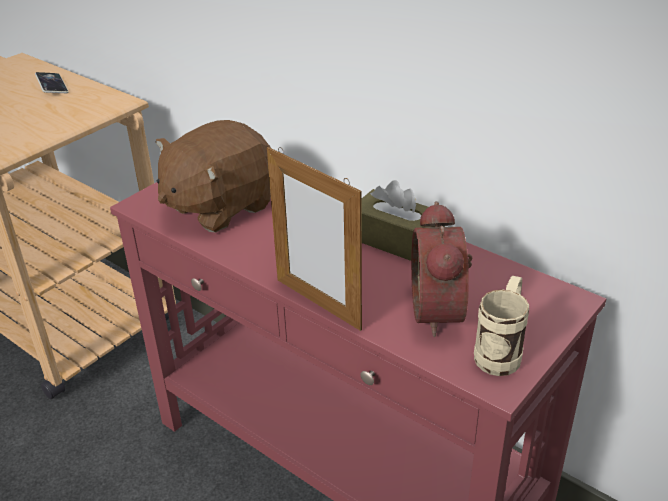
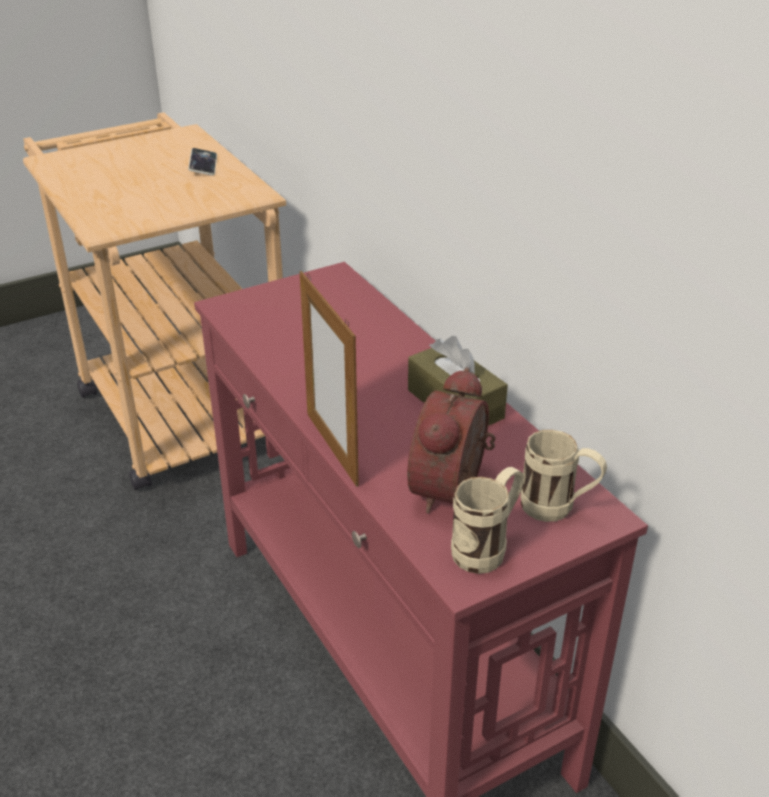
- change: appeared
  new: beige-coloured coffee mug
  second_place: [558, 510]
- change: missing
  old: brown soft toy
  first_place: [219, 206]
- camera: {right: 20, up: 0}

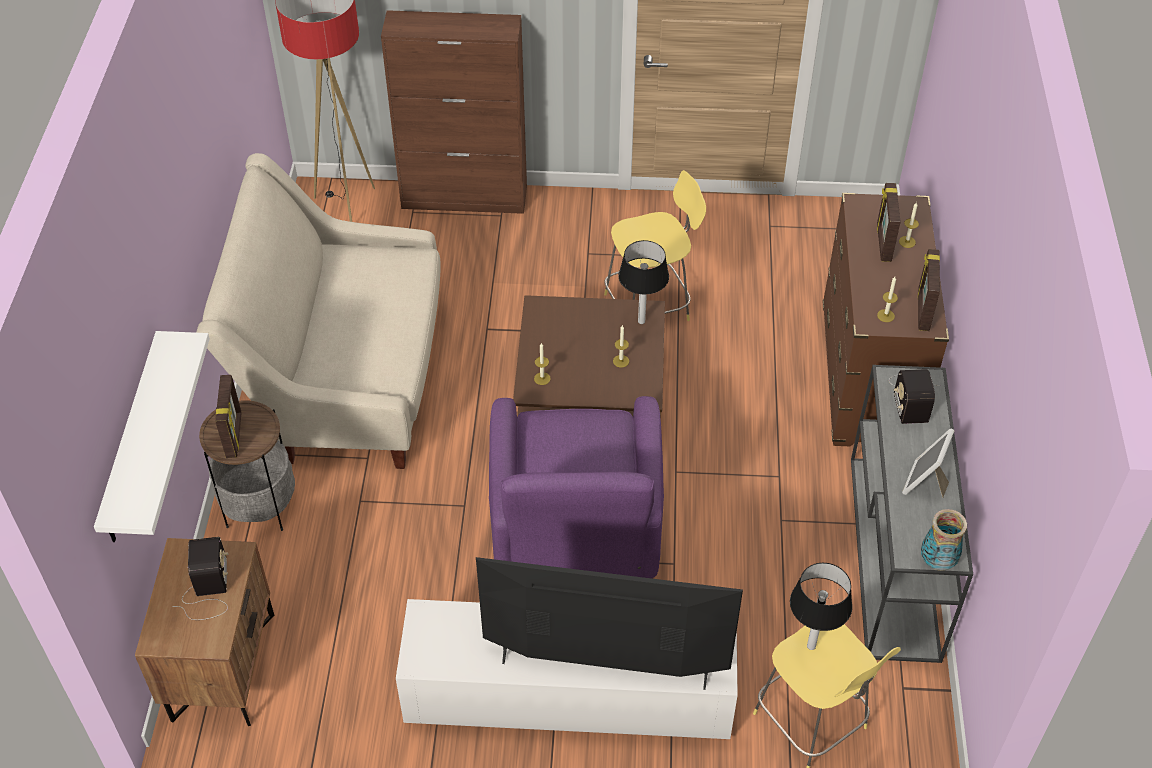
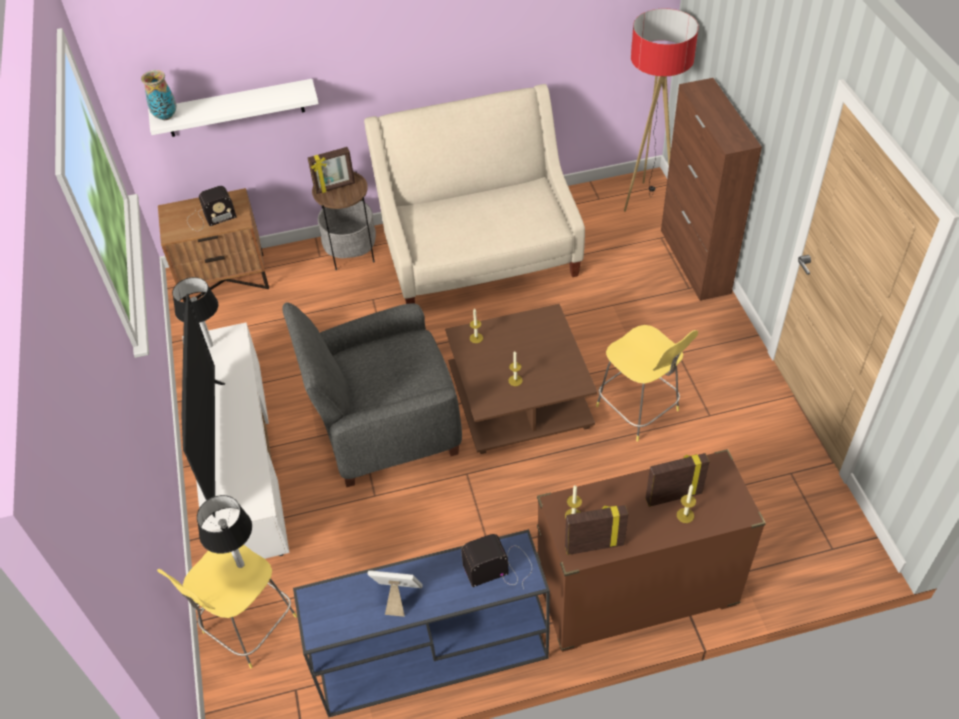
- change: relocated
  old: decorative vase
  first_place: [937, 562]
  second_place: [165, 117]
- change: relocated
  old: table lamp
  first_place: [641, 321]
  second_place: [209, 345]
- change: colour
  old: purple-coloured armchair
  new: grey armchair
  first_place: [575, 532]
  second_place: [384, 425]
- change: colour
  old: grey hall table
  new: blue-coloured hall table
  first_place: [894, 558]
  second_place: [430, 657]
- camera: {right: 75, up: 0}

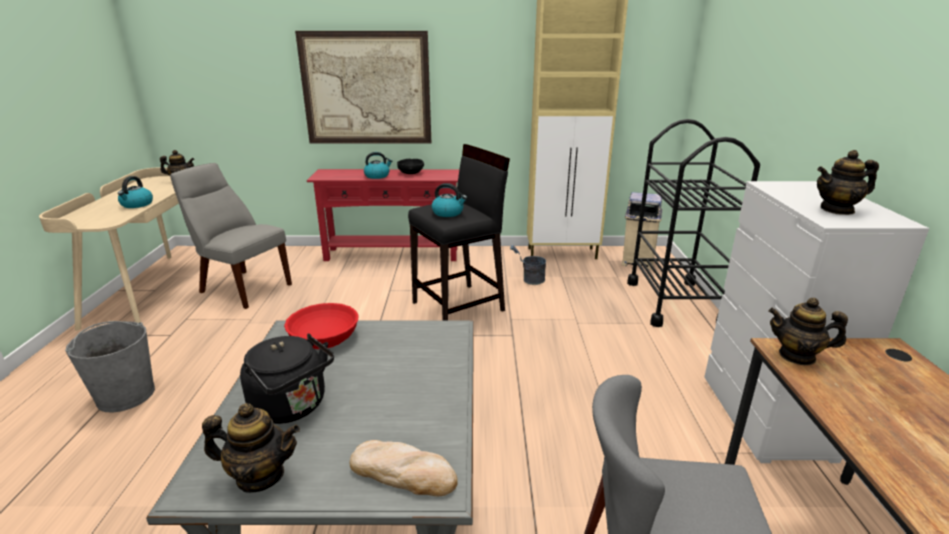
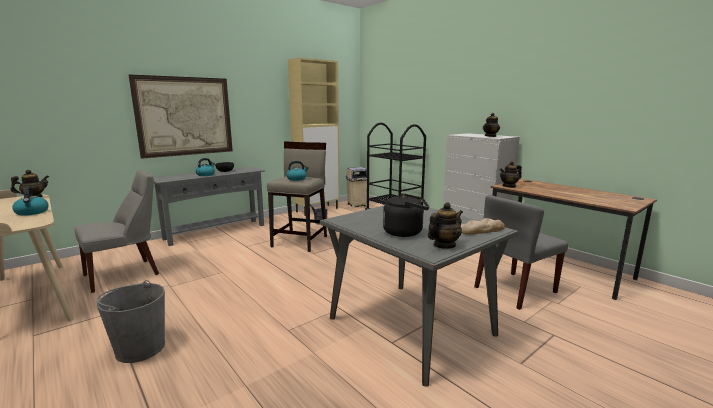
- change: spun
  old: grey upright chair
  first_place: [242, 287]
  second_place: [125, 274]
  degrees: 150
- change: colour
  old: red hall table
  new: grey hall table
  first_place: [392, 254]
  second_place: [215, 232]
- change: colour
  old: blackish stool seat
  new: beige-coloured stool seat
  first_place: [459, 306]
  second_place: [300, 241]
- change: missing
  old: red deep dish
  first_place: [324, 337]
- camera: {right: -40, up: -10}

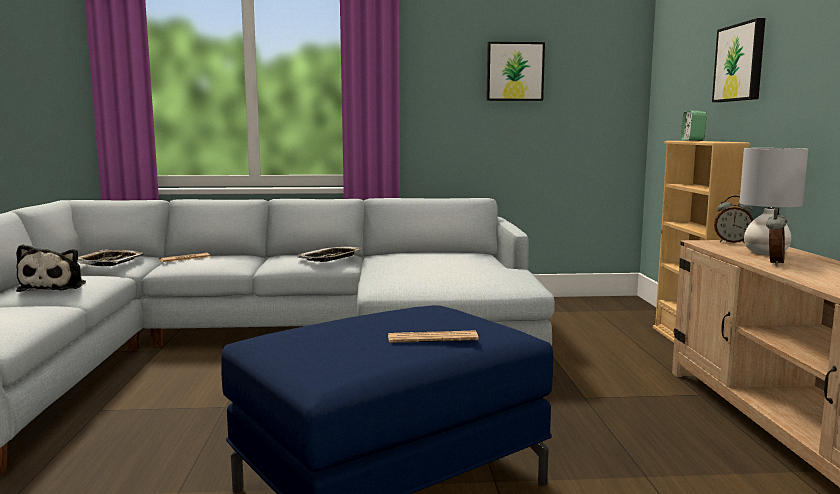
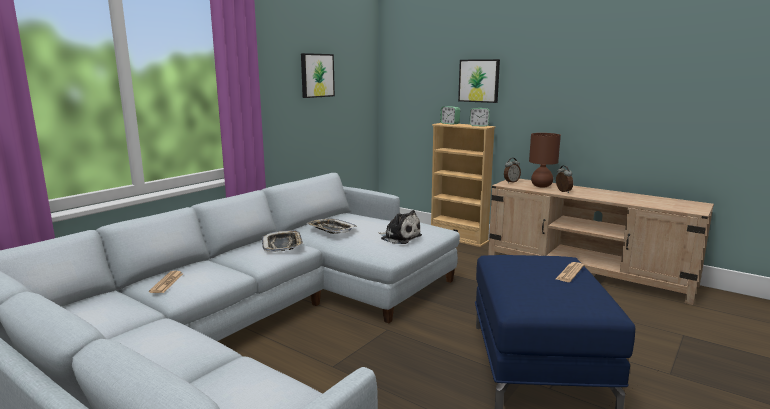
- change: relocated
  old: serving tray
  first_place: [110, 262]
  second_place: [331, 229]
- change: relocated
  old: soft toy
  first_place: [55, 287]
  second_place: [399, 237]
- change: appeared
  new: alarm clock
  second_place: [479, 125]
- change: colour
  old: grey table lamp
  new: brown table lamp
  first_place: [766, 253]
  second_place: [541, 186]
- camera: {right: -50, up: 5}

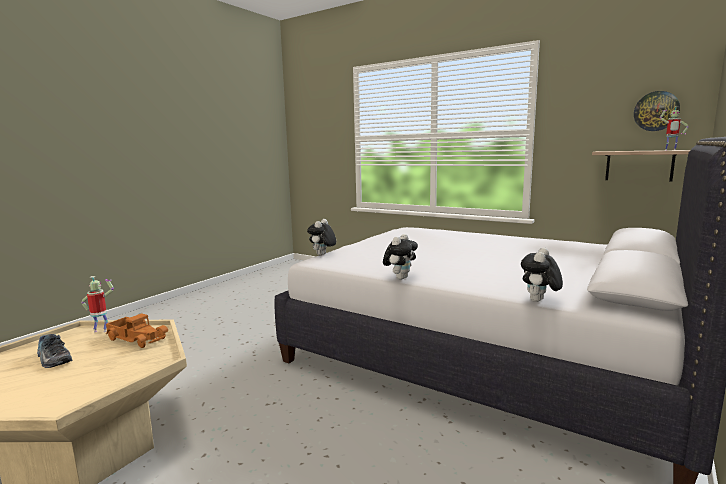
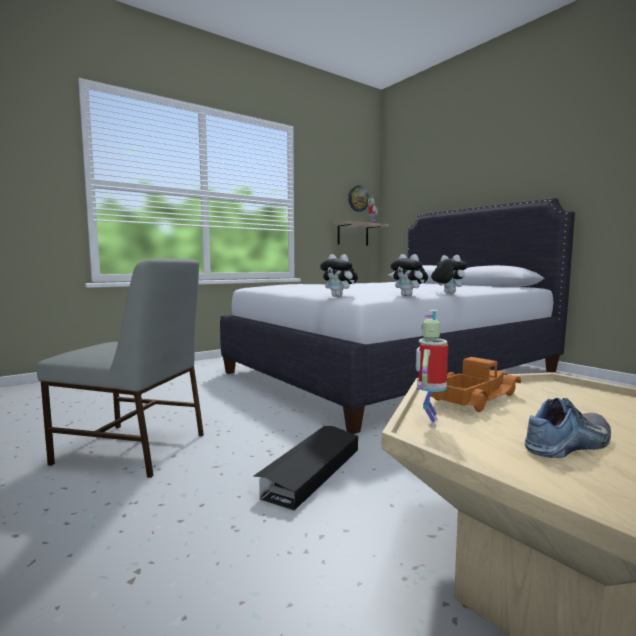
- change: appeared
  new: grey upright chair
  second_place: [133, 449]
- change: appeared
  new: blackish storage box
  second_place: [310, 471]
- change: relocated
  old: soft toy
  first_place: [539, 301]
  second_place: [409, 296]
- camera: {right: -70, up: -5}

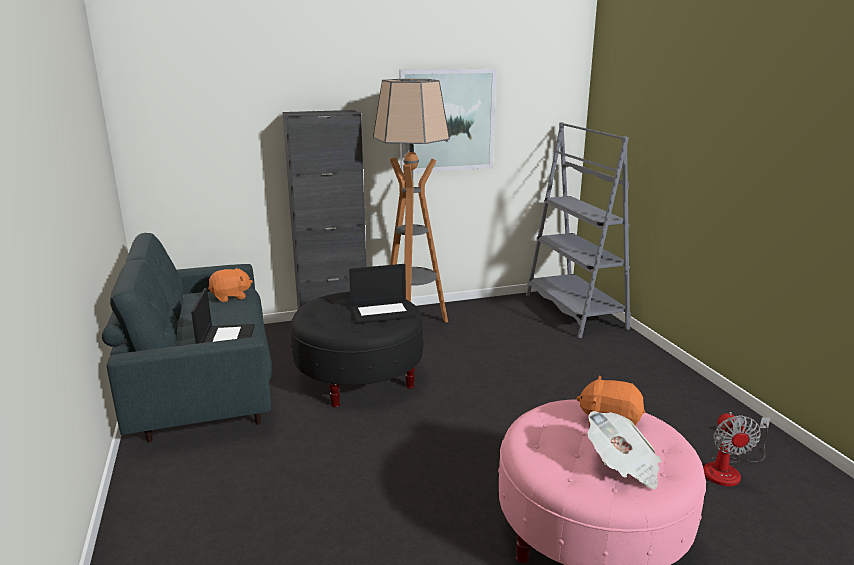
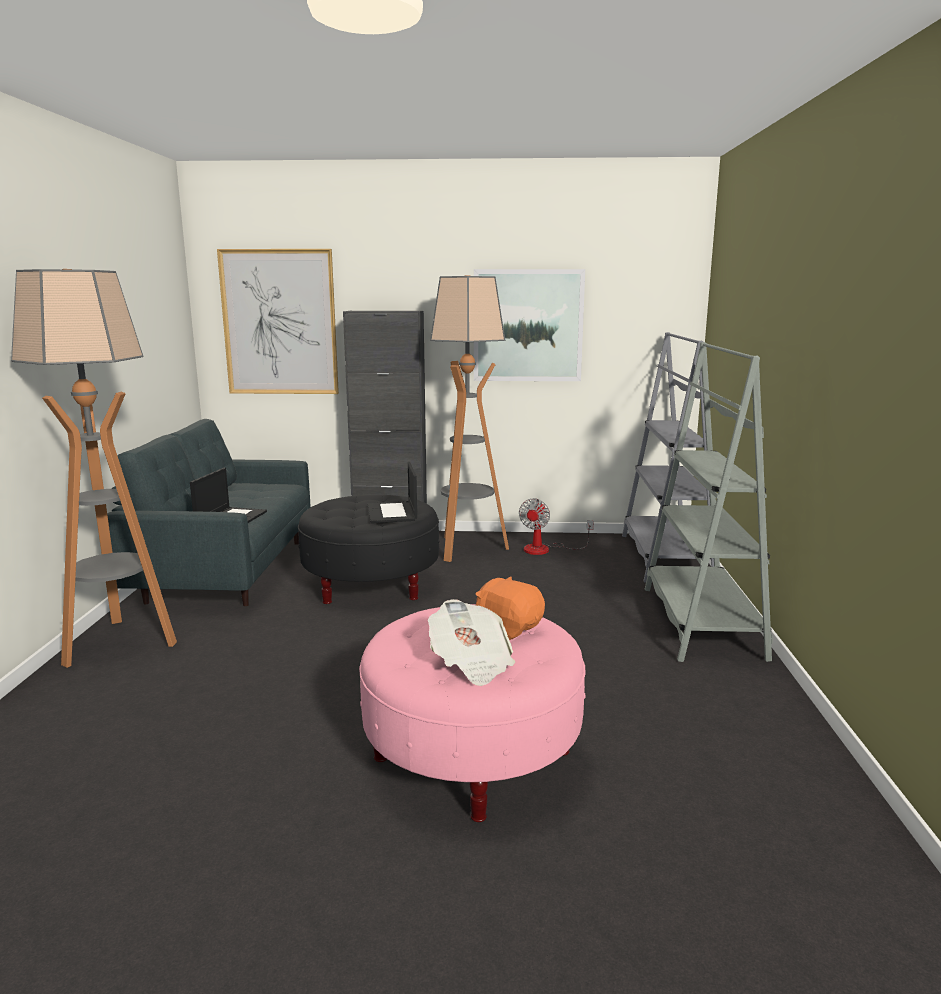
- change: appeared
  new: standard lamp
  second_place: [119, 643]
- change: appeared
  new: picture
  second_place: [279, 323]
- change: spun
  old: notebook computer
  first_place: [383, 312]
  second_place: [392, 513]
  degrees: 75
- change: relocated
  old: electric fan
  first_place: [729, 470]
  second_place: [545, 549]
- change: appeared
  new: grey bookcase
  second_place: [701, 622]
- change: missing
  old: orange soft toy
  first_place: [231, 297]
- camera: {right: 20, up: -5}

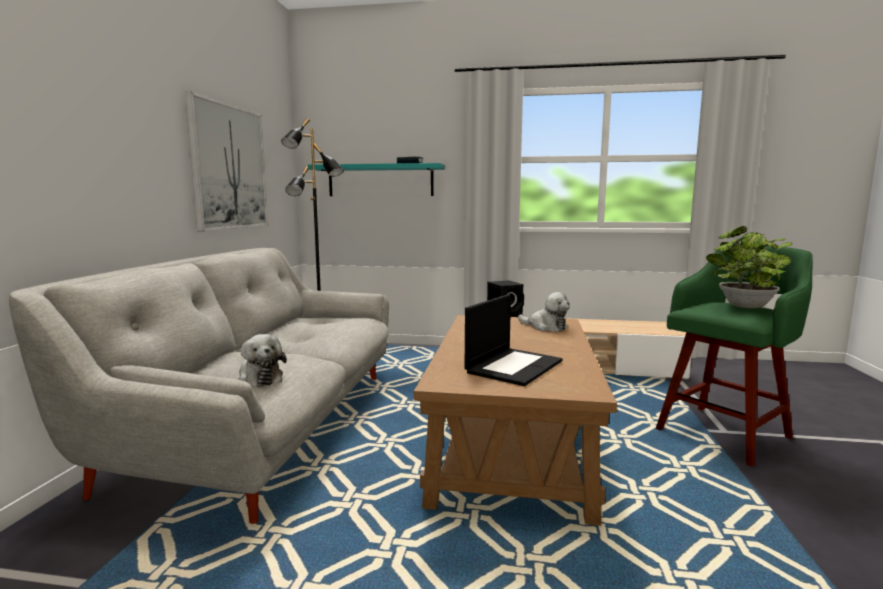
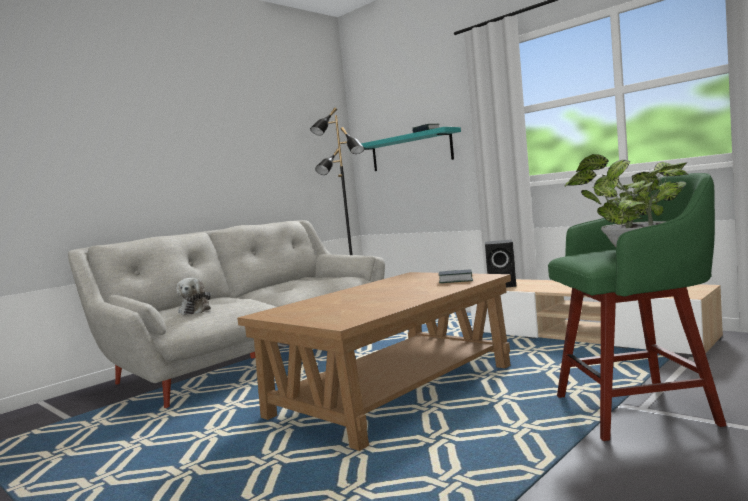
- change: exchanged
  old: soft toy
  new: bound book
  first_place: [545, 327]
  second_place: [455, 280]
- change: missing
  old: picture
  first_place: [229, 167]
- change: missing
  old: notebook computer
  first_place: [514, 366]
- camera: {right: 35, up: -5}

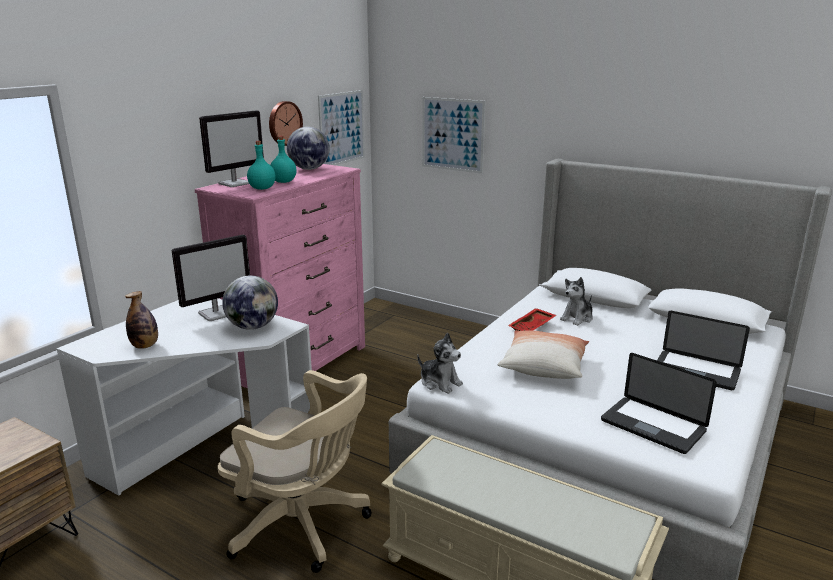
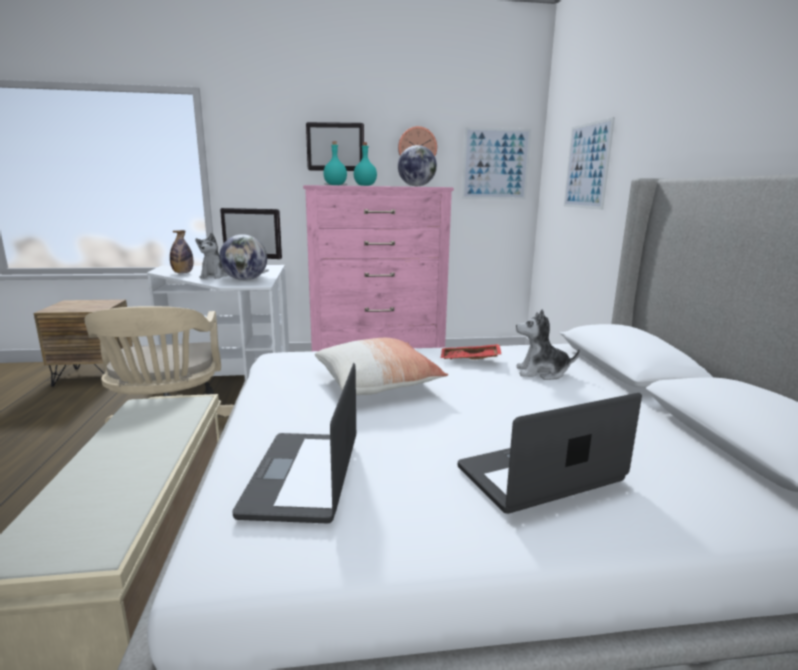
- change: relocated
  old: soft toy
  first_place: [440, 383]
  second_place: [215, 276]
- change: spun
  old: notebook computer
  first_place: [696, 371]
  second_place: [540, 475]
  degrees: 75
- camera: {right: 50, up: -5}

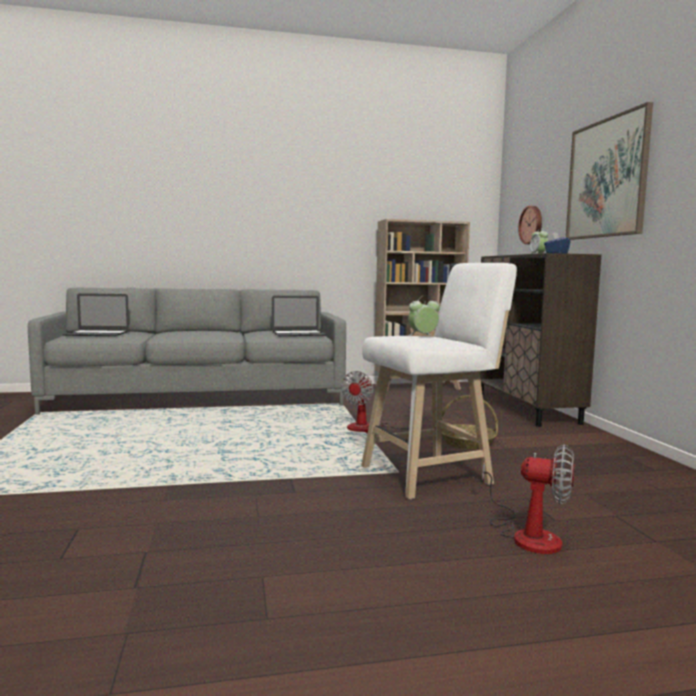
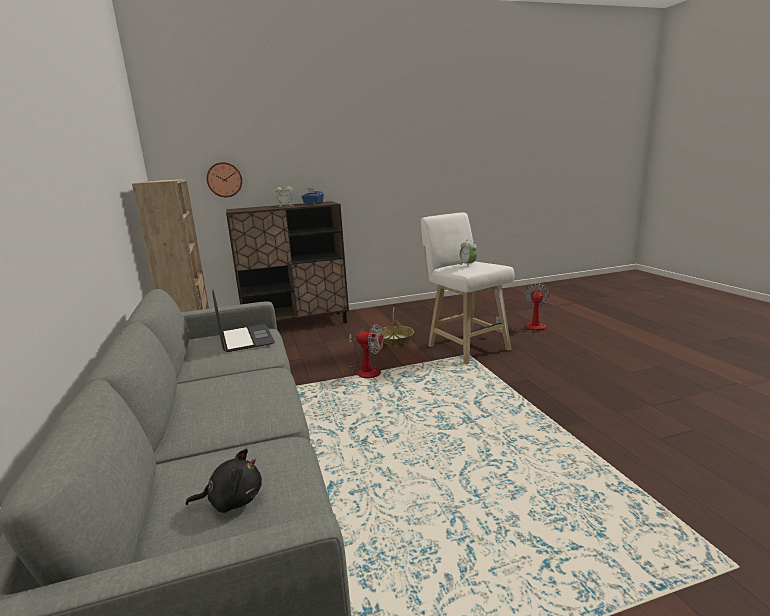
- change: exchanged
  old: notebook computer
  new: blackish soft toy
  first_place: [97, 334]
  second_place: [232, 500]
- change: missing
  old: picture
  first_place: [607, 178]
- camera: {right: -95, up: 10}

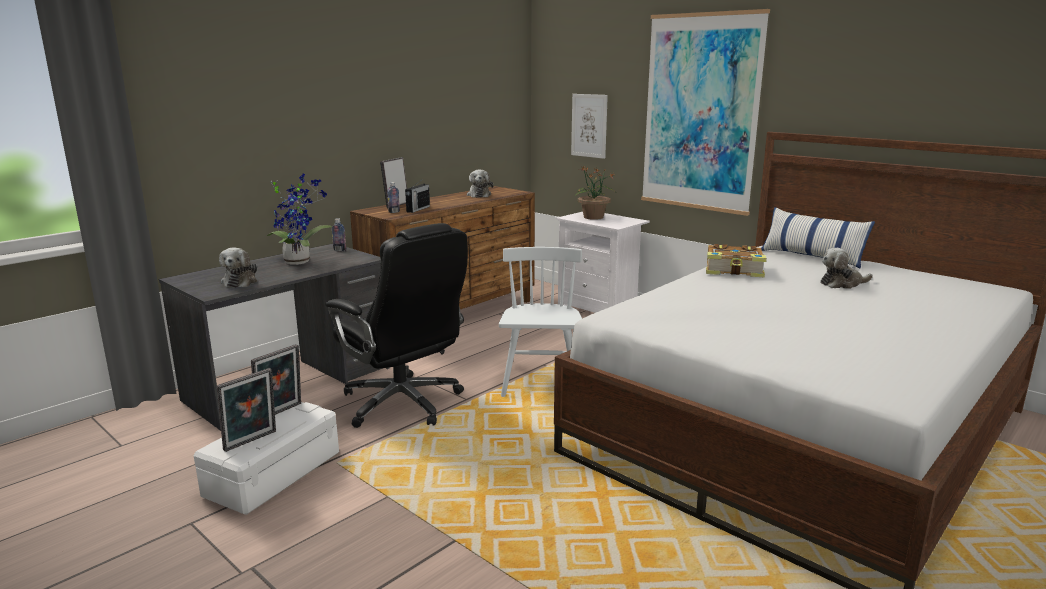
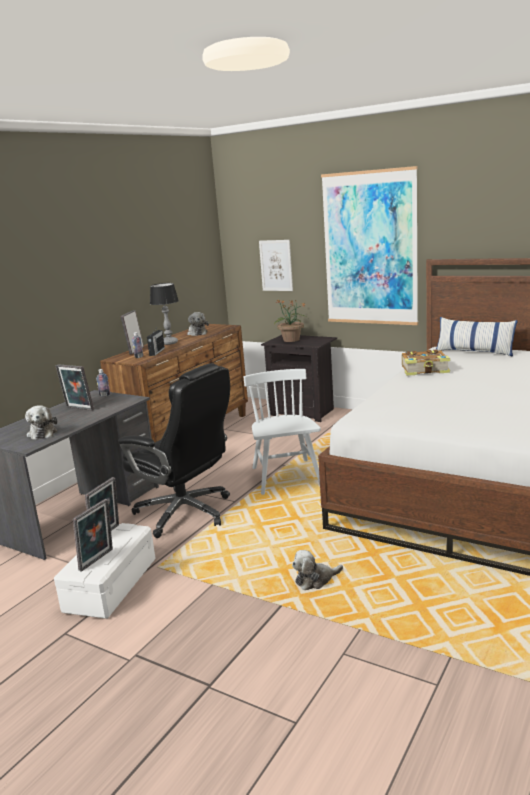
- change: exchanged
  old: plant in a pot
  new: standing frame
  first_place: [300, 261]
  second_place: [78, 409]
- change: appeared
  new: table lamp
  second_place: [169, 343]
- change: colour
  old: white-coloured night table
  new: blackish night table
  first_place: [599, 307]
  second_place: [304, 412]
- change: relocated
  old: soft toy
  first_place: [842, 284]
  second_place: [315, 580]
- camera: {right: -10, up: 0}

